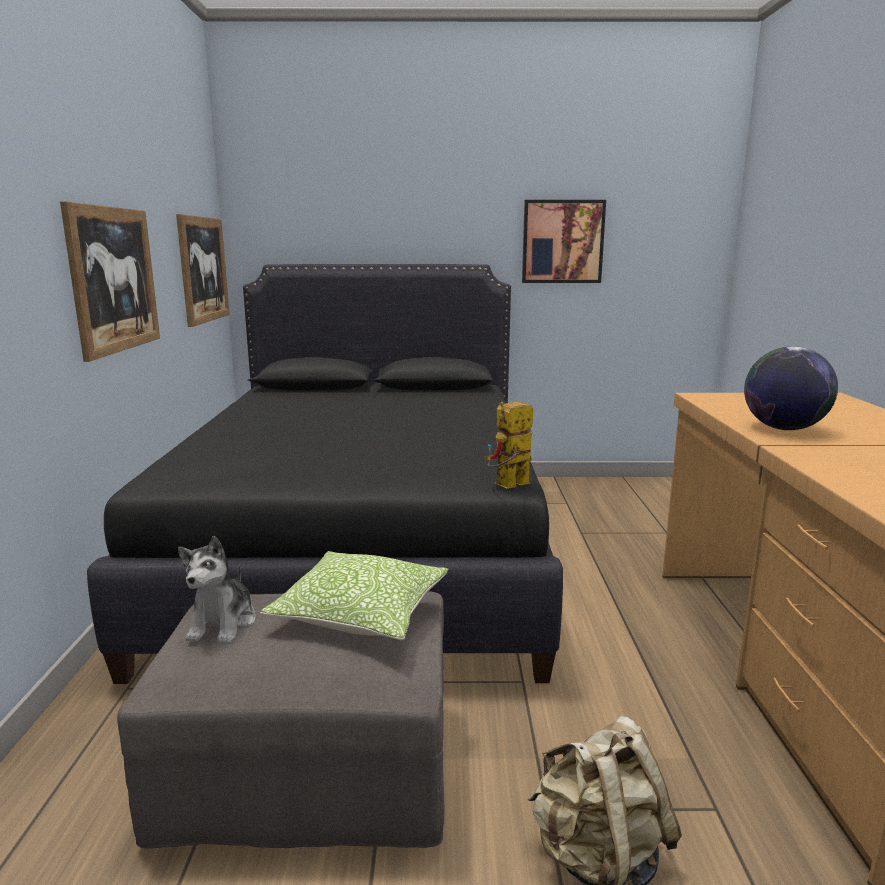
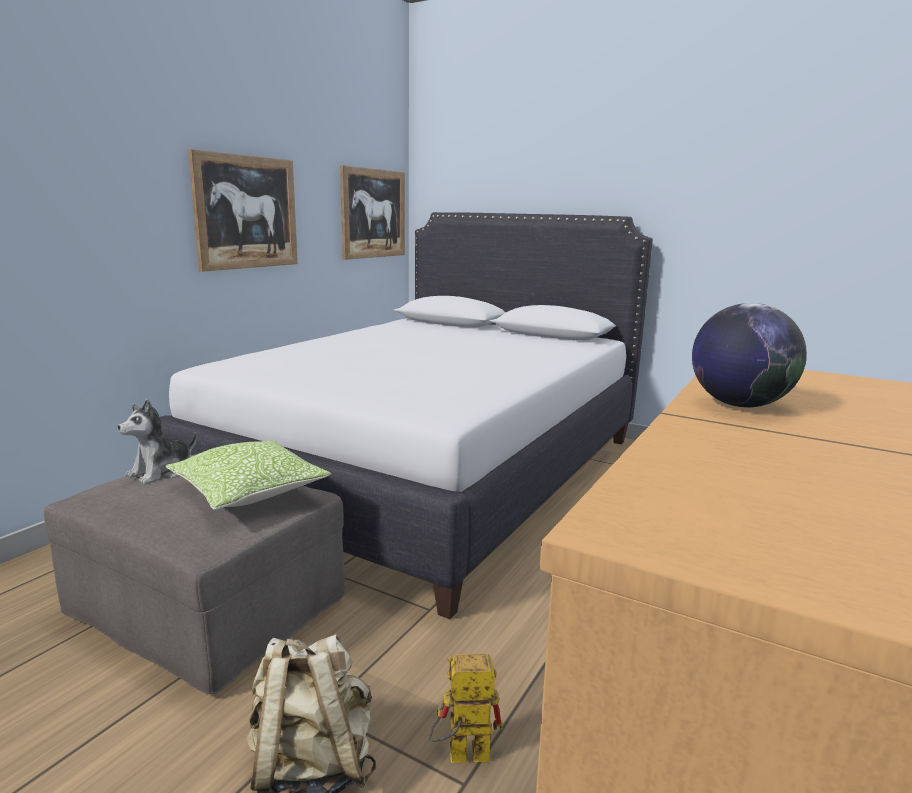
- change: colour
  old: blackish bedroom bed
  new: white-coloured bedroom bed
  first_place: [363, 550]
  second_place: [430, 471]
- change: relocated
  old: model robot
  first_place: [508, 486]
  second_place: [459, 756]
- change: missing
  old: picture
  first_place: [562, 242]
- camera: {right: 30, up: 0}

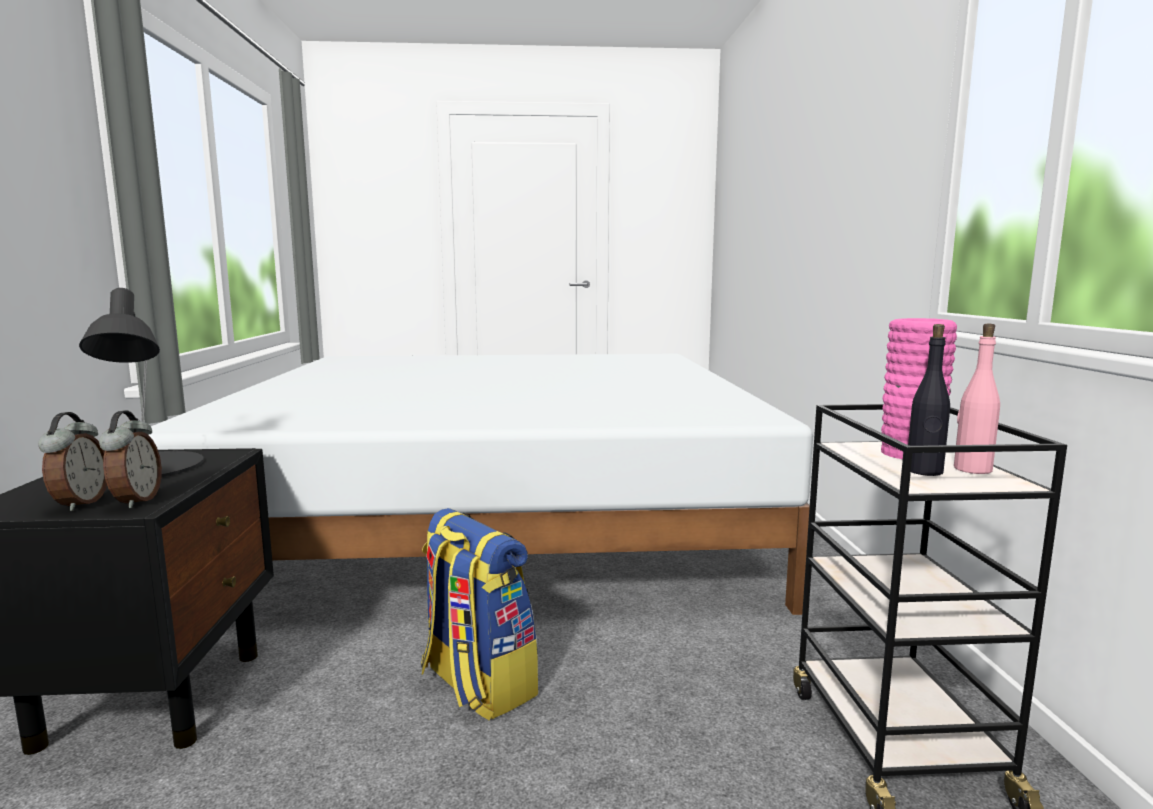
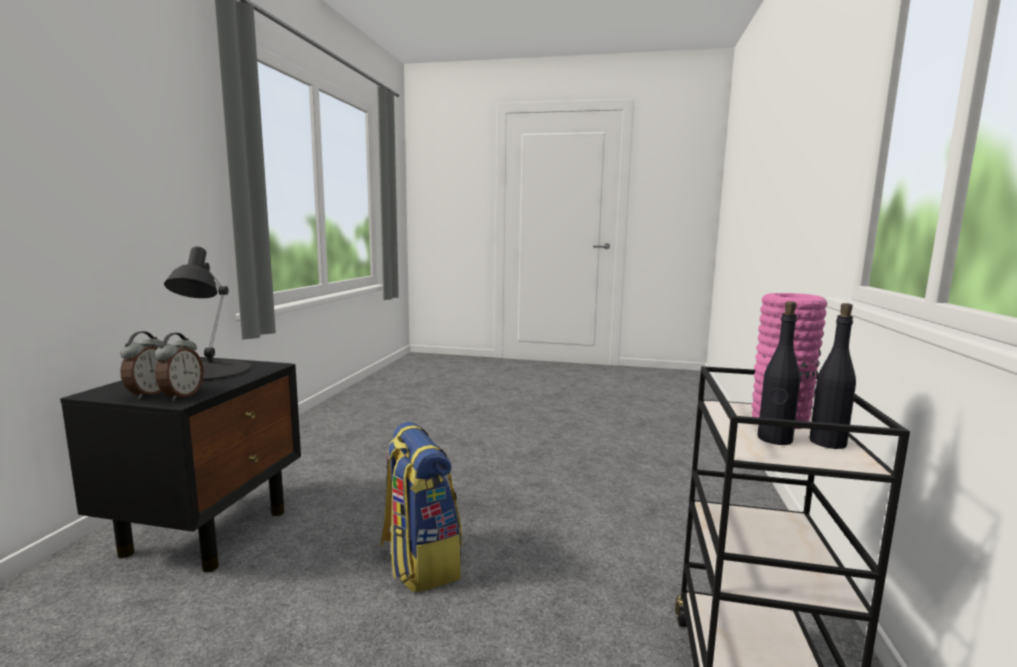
- change: colour
  old: pinkish beverage bottle
  new: blackish beverage bottle
  first_place: [972, 469]
  second_place: [827, 442]
- change: missing
  old: white-coloured bedroom bed
  first_place: [499, 515]
- camera: {right: 15, up: 0}

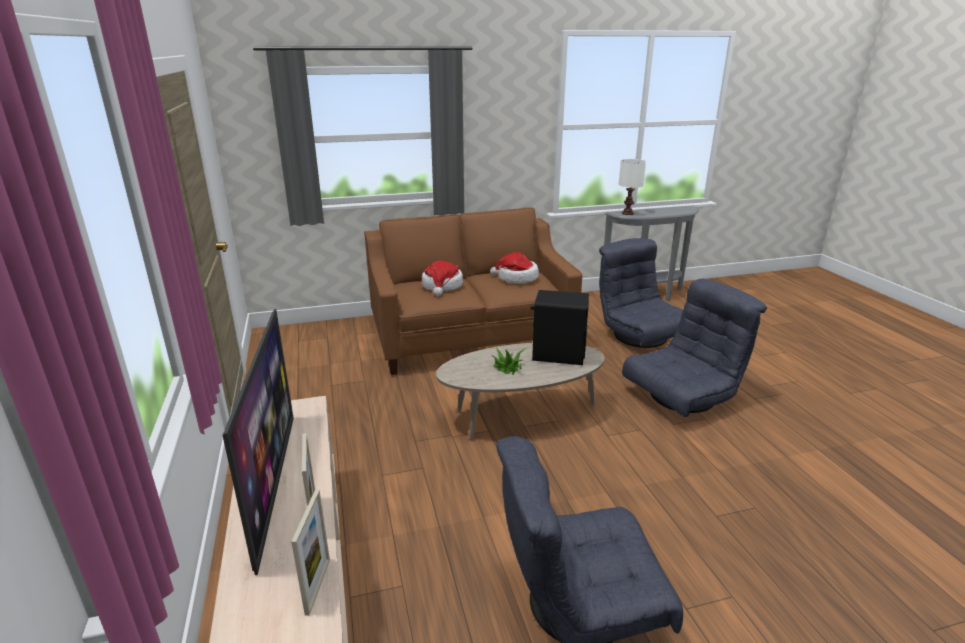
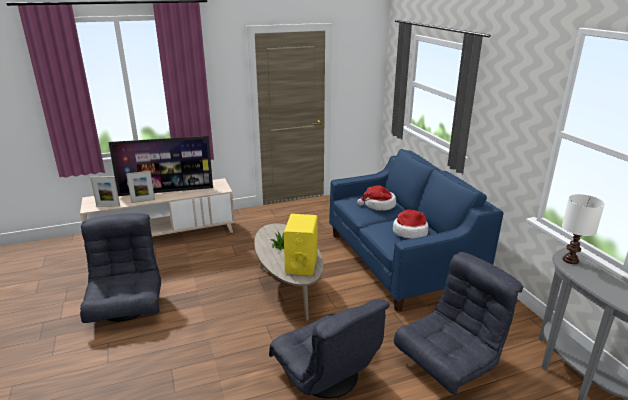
- change: colour
  old: blackish speaker
  new: yellowish speaker
  first_place: [558, 355]
  second_place: [301, 264]
- change: colour
  old: brown sofa
  new: blue-coloured sofa
  first_place: [469, 337]
  second_place: [400, 260]
- camera: {right: 85, up: 0}

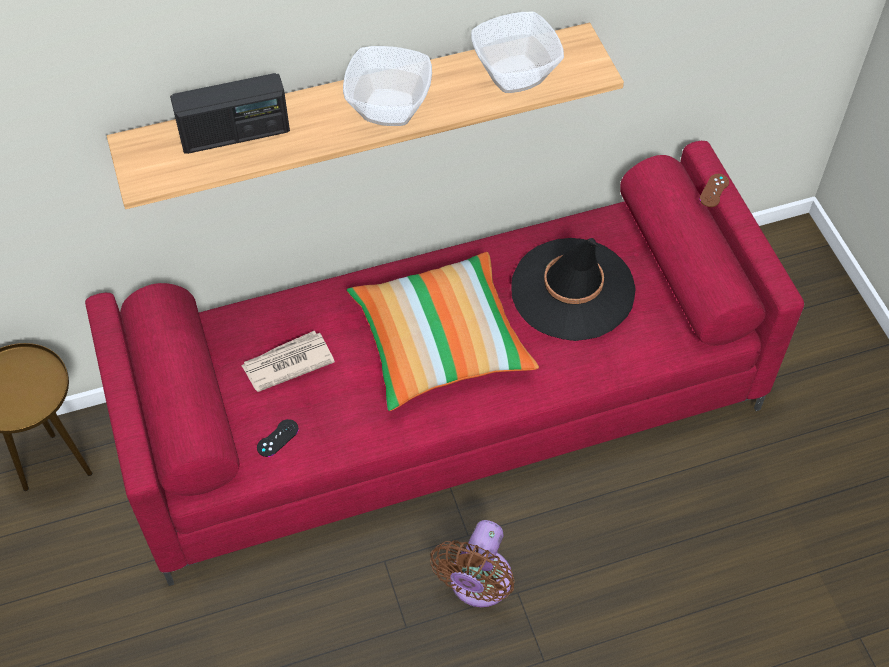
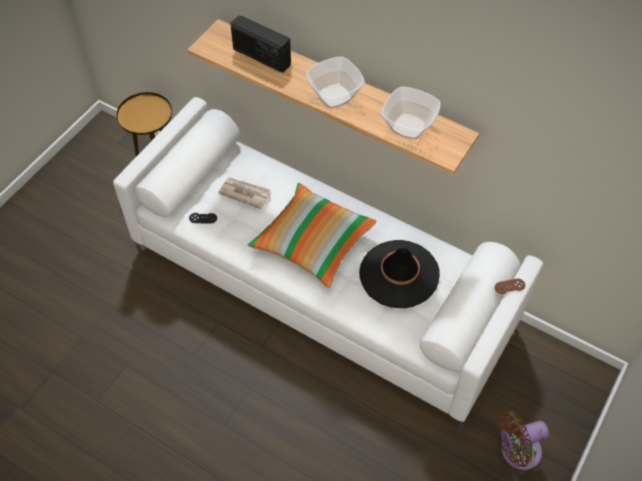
- change: colour
  old: red sofa
  new: white-coloured sofa
  first_place: [446, 407]
  second_place: [323, 287]
- change: relocated
  old: brown electric fan
  first_place: [477, 584]
  second_place: [516, 452]
- camera: {right: 50, up: 0}

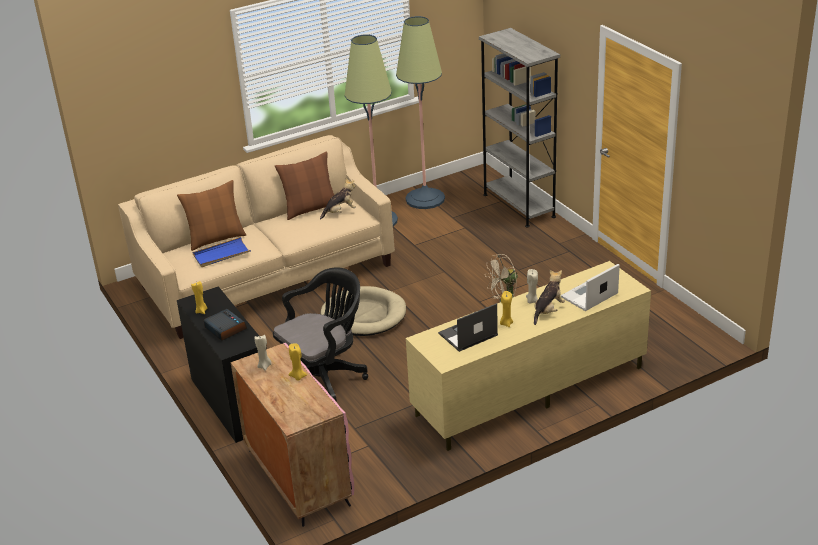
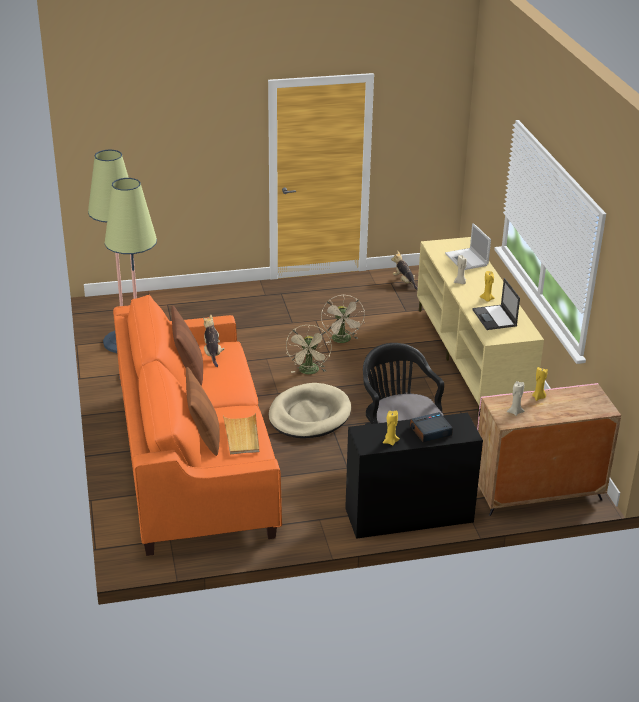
- change: colour
  old: beige-coloured sofa
  new: orange sofa
  first_place: [266, 277]
  second_place: [195, 463]
- change: colour
  old: blue-coloured serving tray
  new: beige-coloured serving tray
  first_place: [221, 254]
  second_place: [242, 436]
- change: appeared
  new: beige-coloured electric fan
  second_place: [309, 372]
- change: relocated
  old: soft toy
  first_place: [548, 311]
  second_place: [404, 282]
- change: missing
  old: grey bookcase
  first_place: [518, 205]
- camera: {right: -75, up: 0}

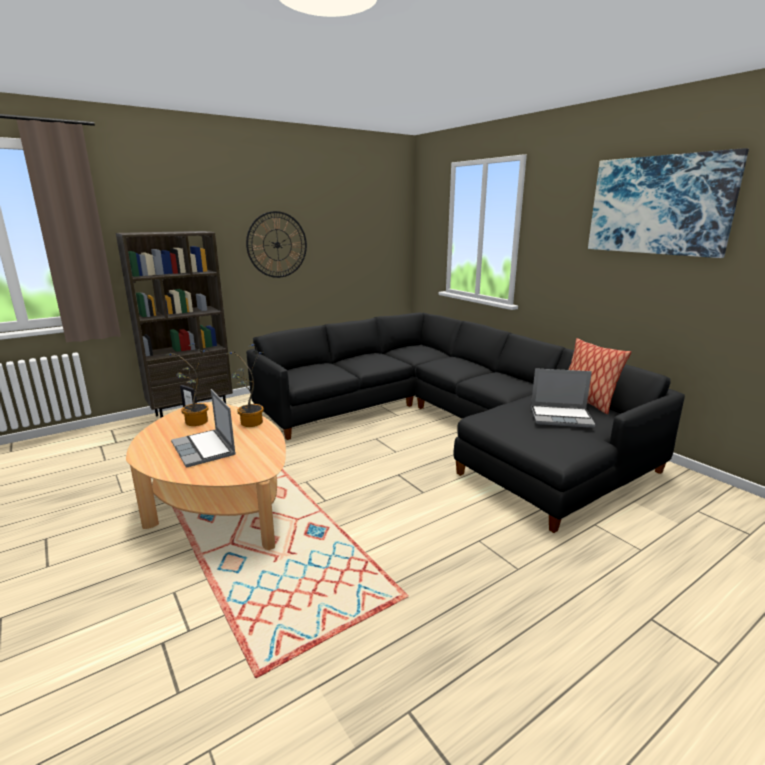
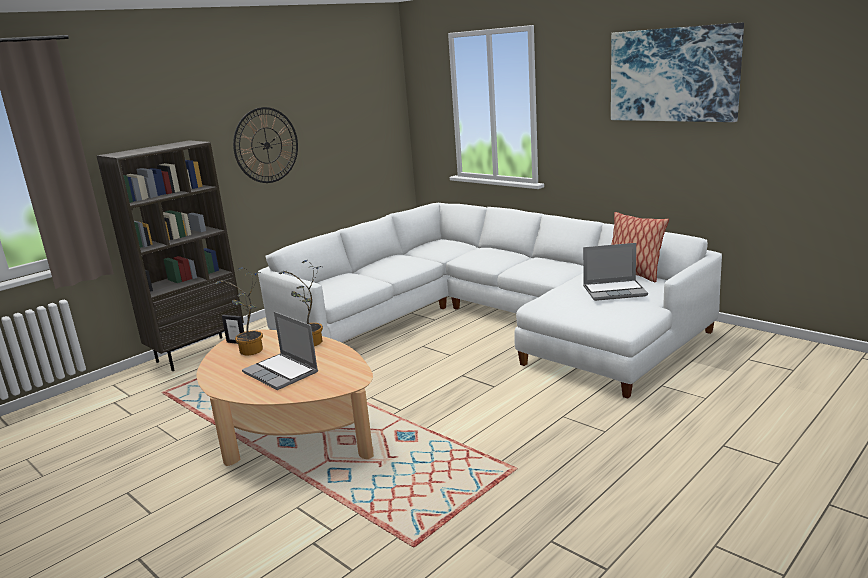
- change: colour
  old: blackish sofa
  new: white-coloured sofa
  first_place: [446, 424]
  second_place: [490, 320]
- camera: {right: -10, up: 0}

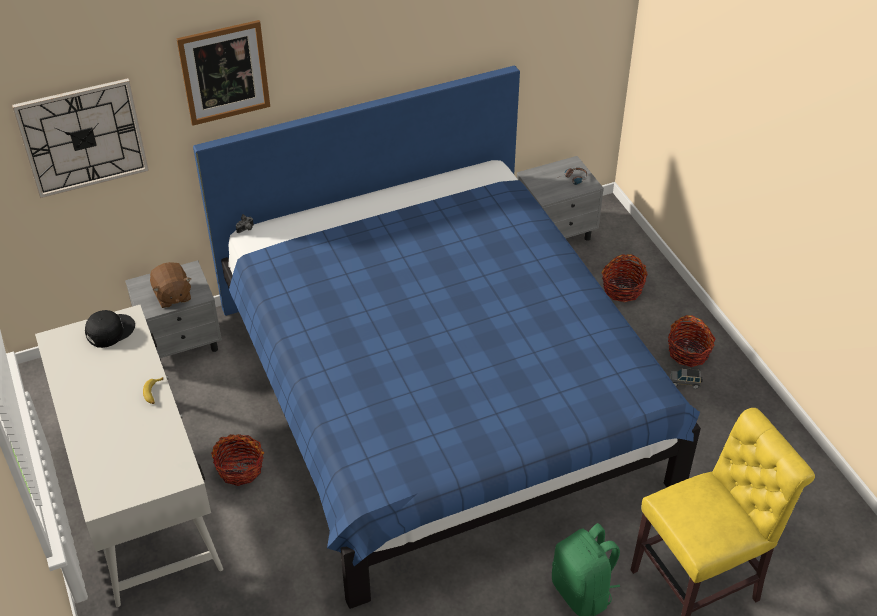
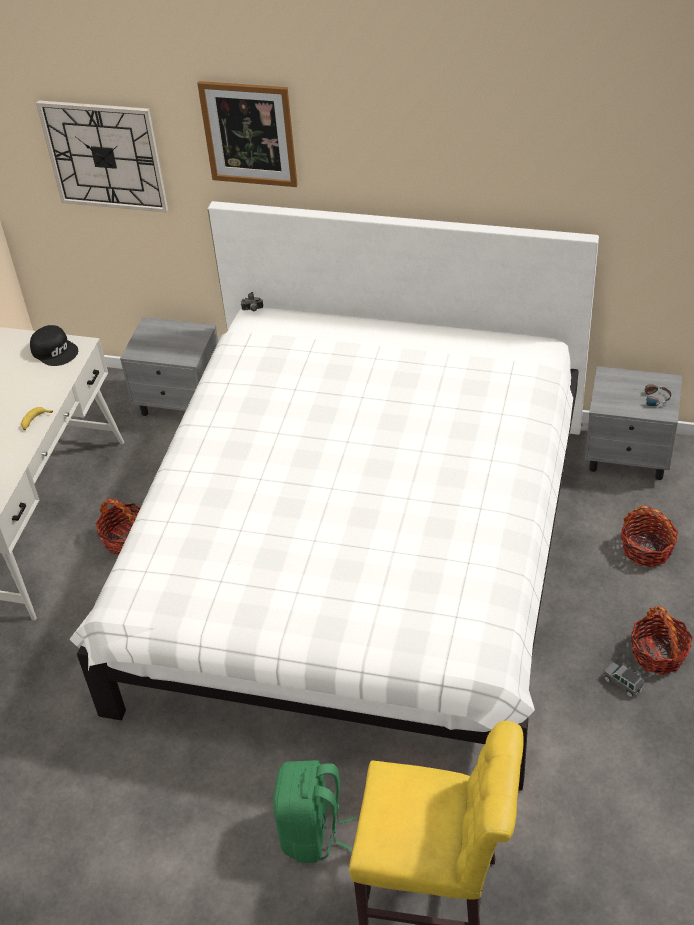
- change: spun
  old: blackish baseball cap
  first_place: [109, 330]
  second_place: [55, 350]
  degrees: 45
- change: colour
  old: blue-coloured bedroom bed
  new: white-coloured bedroom bed
  first_place: [438, 393]
  second_place: [357, 561]
- change: missing
  old: brown soft toy
  first_place: [172, 296]
- camera: {right: 40, up: 0}

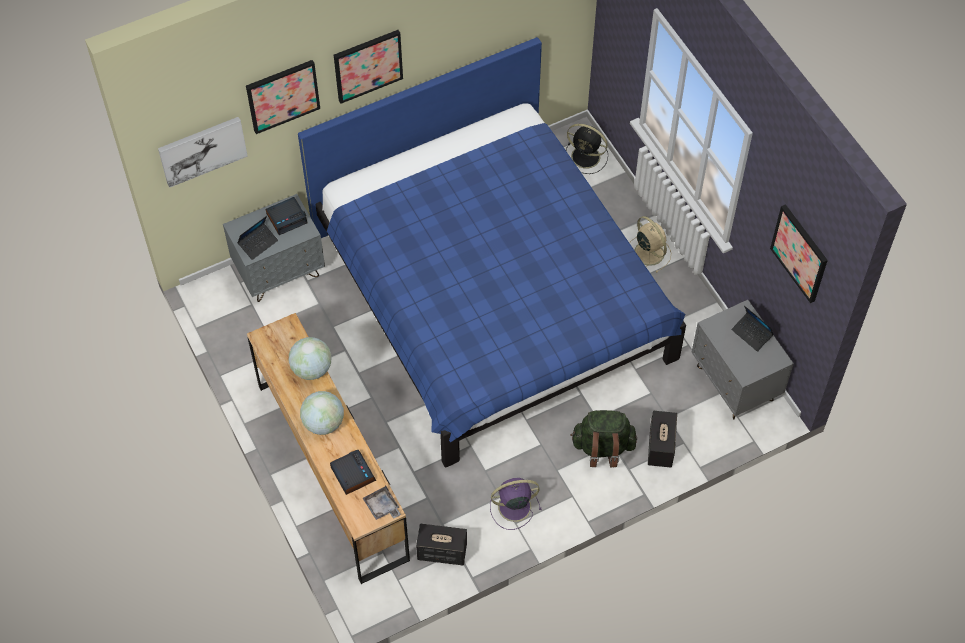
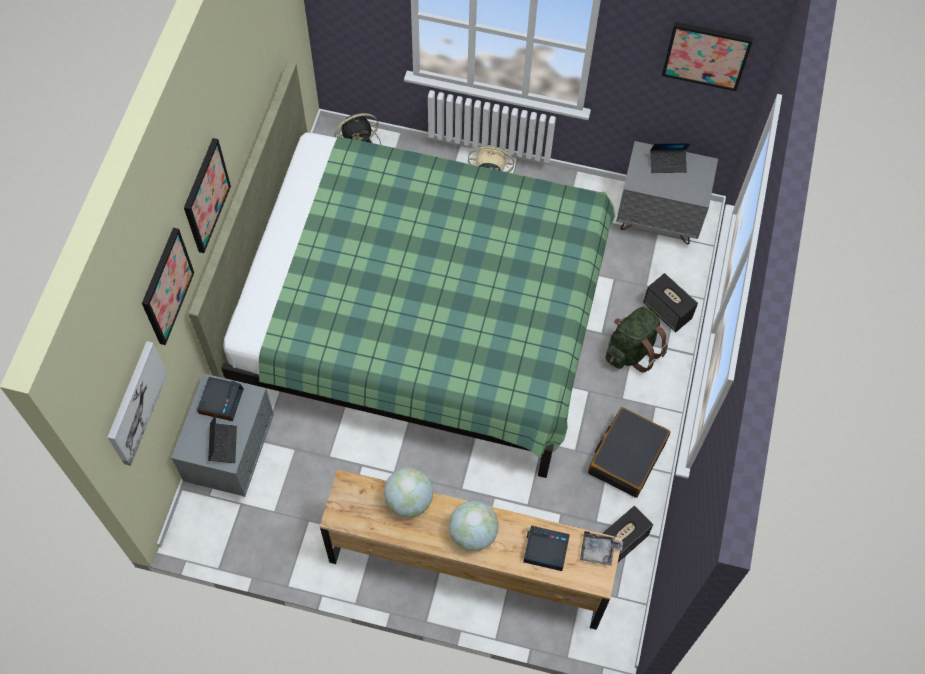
- change: colour
  old: blue-coloured bedroom bed
  new: green bedroom bed
  first_place: [491, 297]
  second_place: [420, 316]
- change: exchanged
  old: purple-coloured electric fan
  new: blackish piece of luggage
  first_place: [513, 507]
  second_place: [626, 456]
- camera: {right: -50, up: 5}

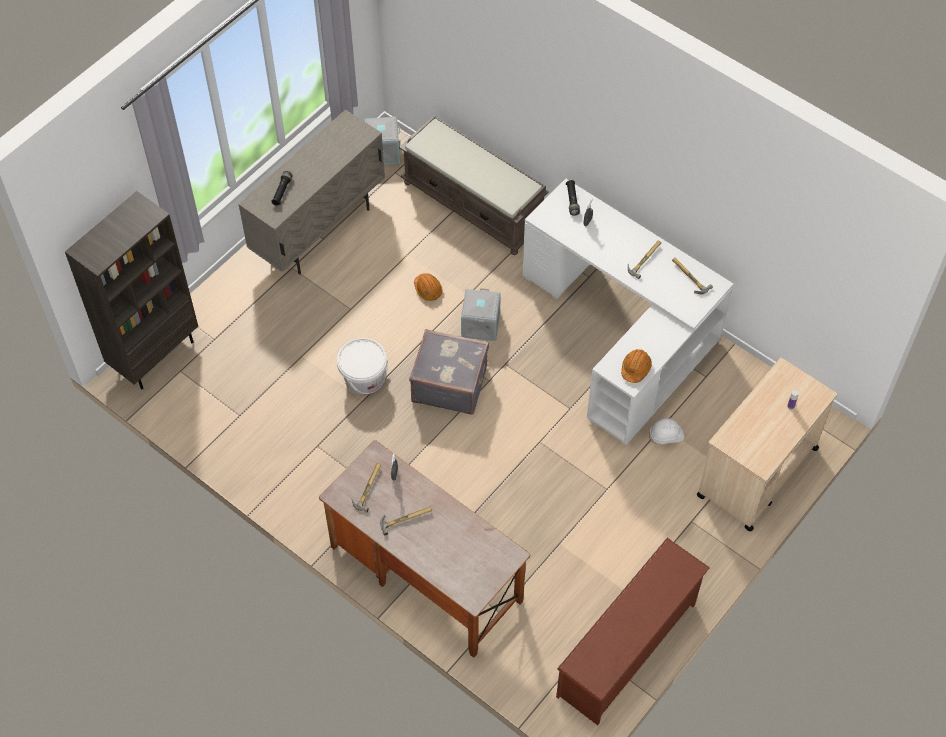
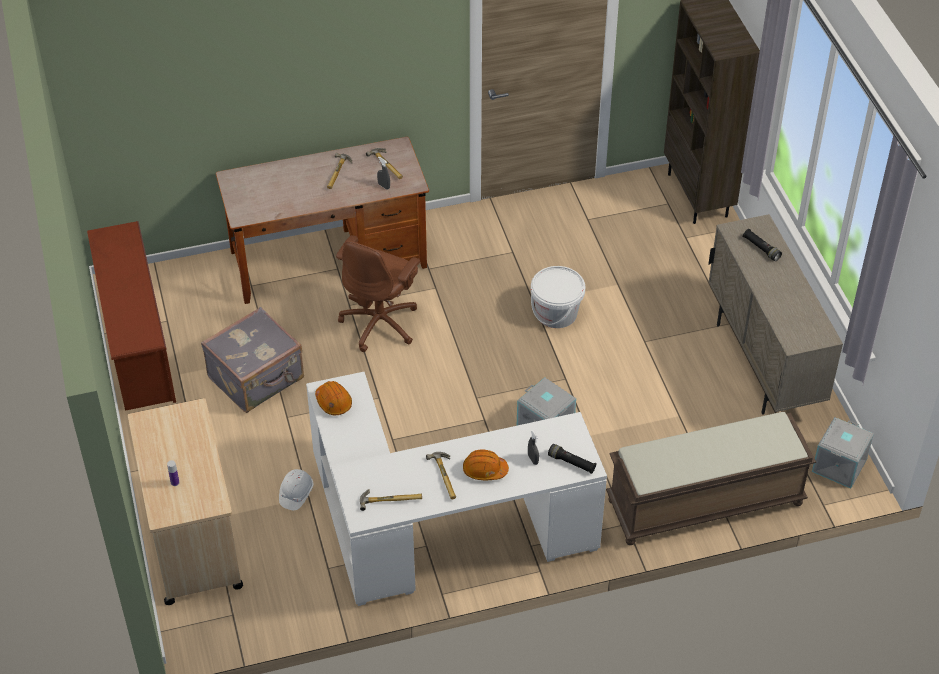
- change: relocated
  old: grey piece of luggage
  first_place: [449, 383]
  second_place: [257, 379]
- change: appeared
  new: brown computer chair
  second_place: [381, 323]
- change: relocated
  old: orange hard hat
  first_place: [428, 289]
  second_place: [484, 470]
- camera: {right: 125, up: -10}

